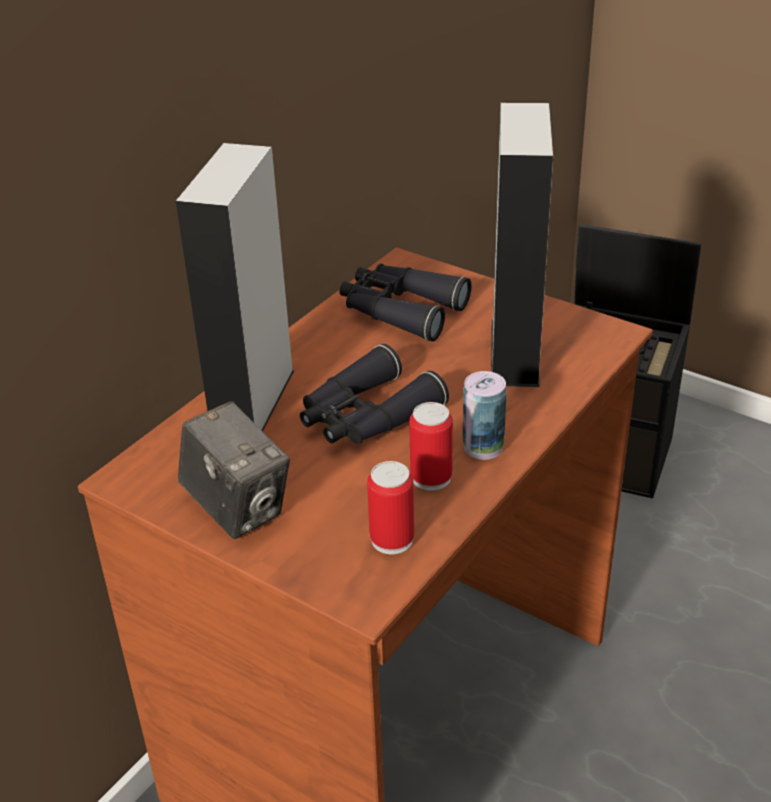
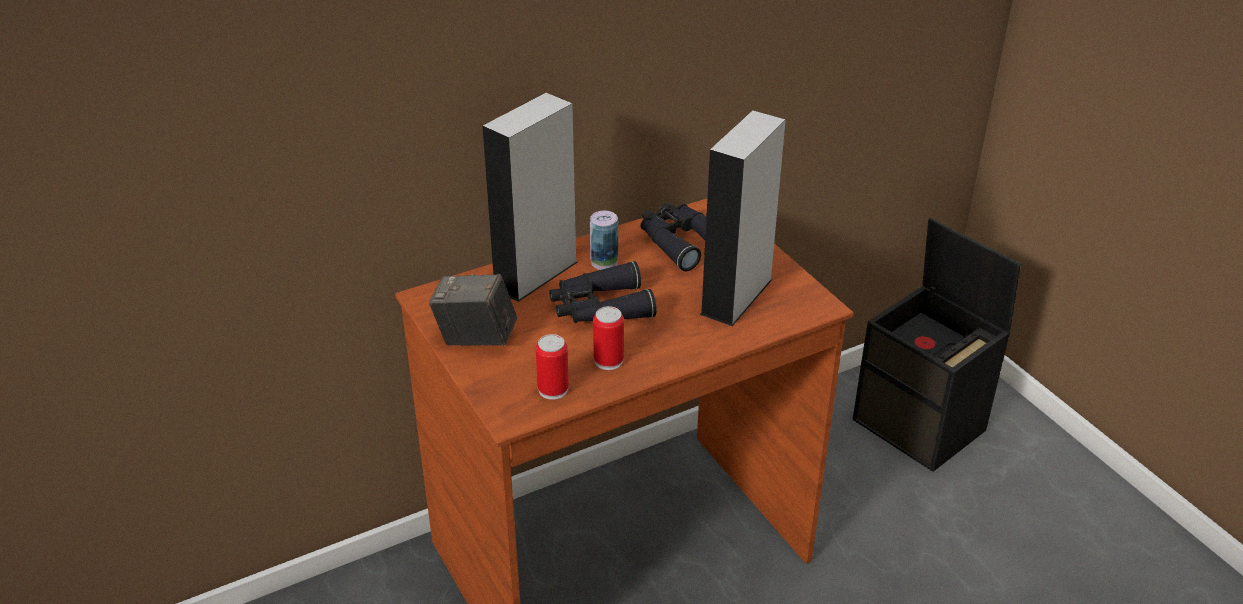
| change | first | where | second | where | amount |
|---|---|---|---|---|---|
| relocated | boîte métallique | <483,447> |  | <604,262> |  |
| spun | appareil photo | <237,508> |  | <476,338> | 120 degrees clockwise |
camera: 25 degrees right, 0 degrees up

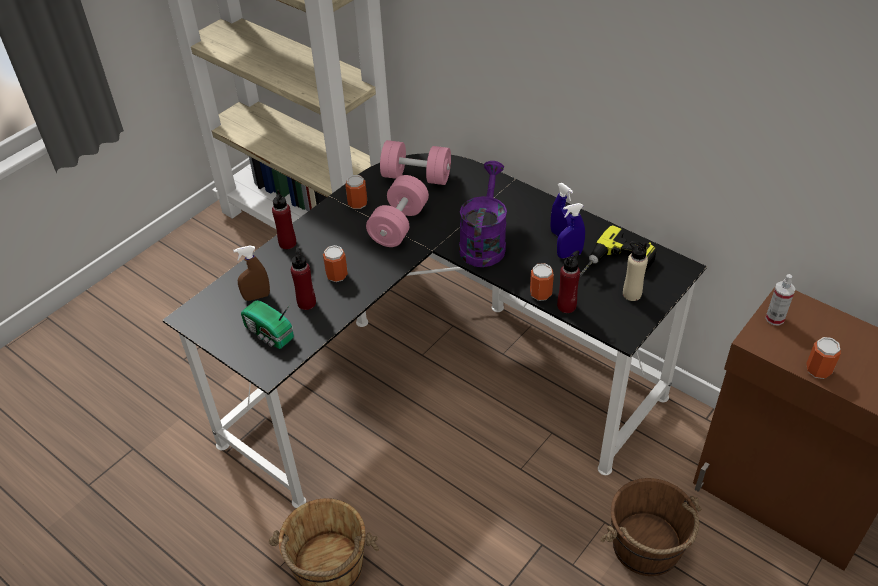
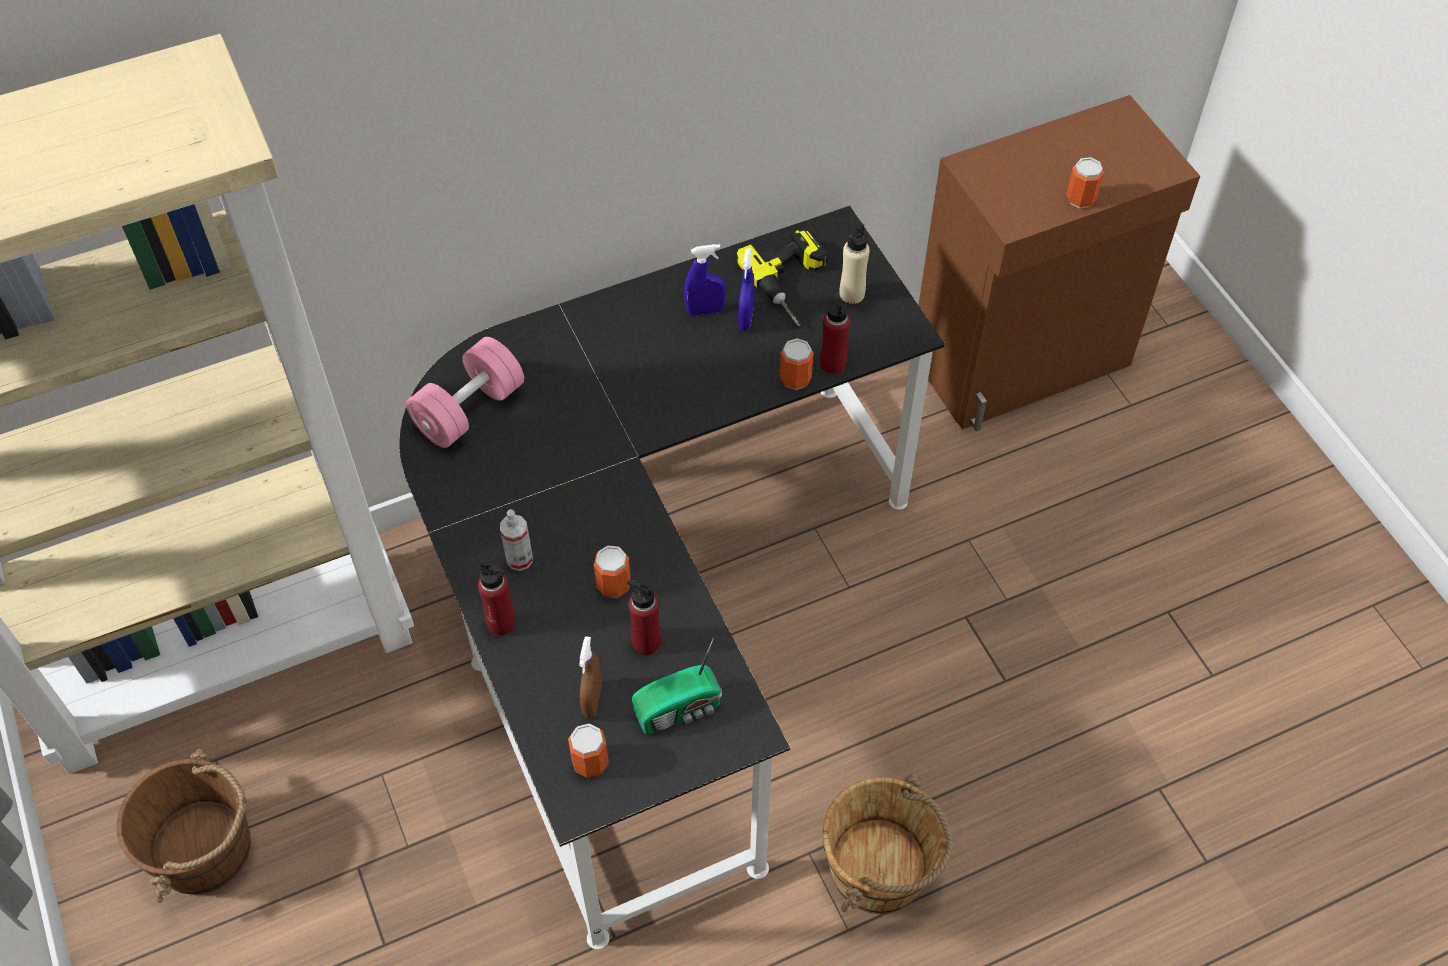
| change | first | where | second | where | amount |
|---|---|---|---|---|---|
| missing | haltère [rose] | <399,225> |  |  |  |
| missing | arrosoir [violet] | <483,243> |  |  |  |
| relocated | boîte métallique | <357,203> |  | <590,762> |  |
| relocated | seau [marron] | <646,547> |  | <205,849> |  |
| relocated | vaporisateur | <775,318> |  | <519,559> |  |
camera: 65 degrees left, 10 degrees up

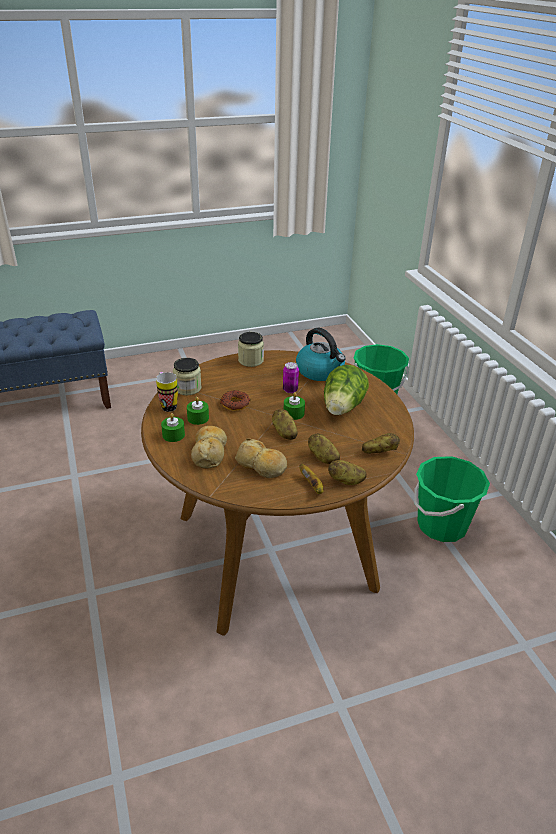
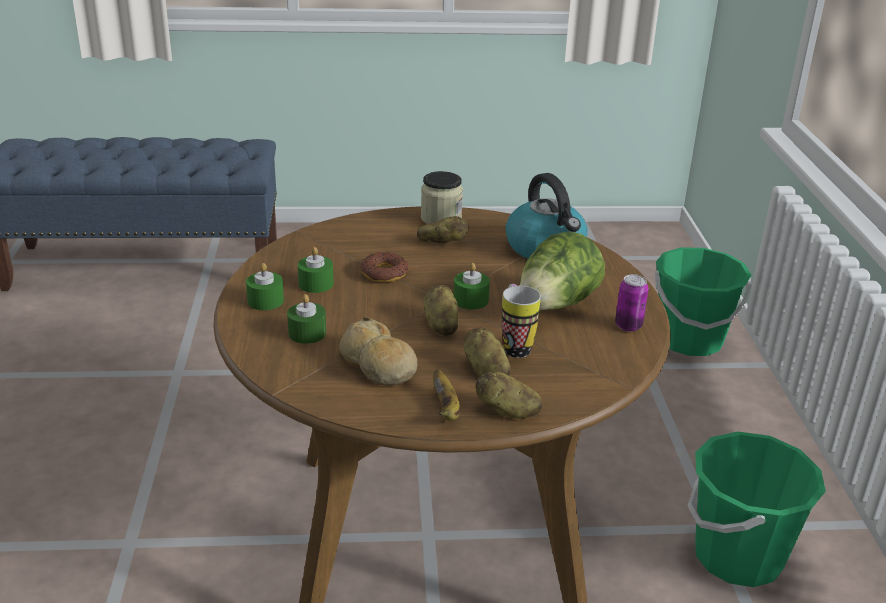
| change | first | where | second | where | amount |
|---|---|---|---|---|---|
| missing | bocal | <188,388> |  |  |  |
| relocated | mug | <167,405> |  | <514,345> |  |
| relocated | boîte métallique | <290,390> |  | <628,326> |  |
| relocated | pomme de terre | <379,452> |  | <442,243> |  |
| exchanged | pain | <209,452> | bougie [vert] | <307,333> |  |
camera: 15 degrees right, 5 degrees down

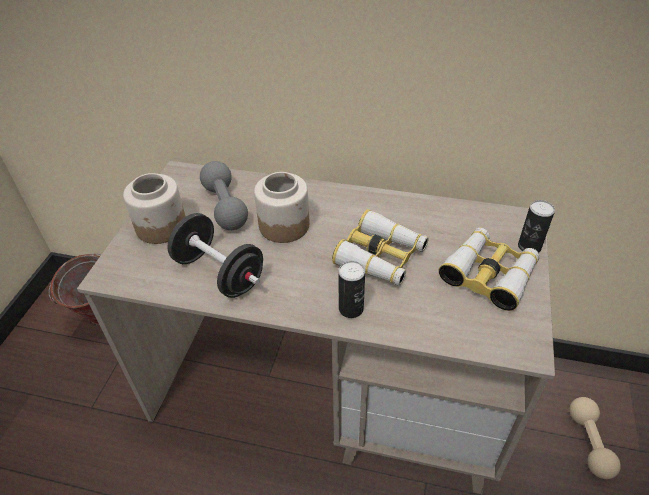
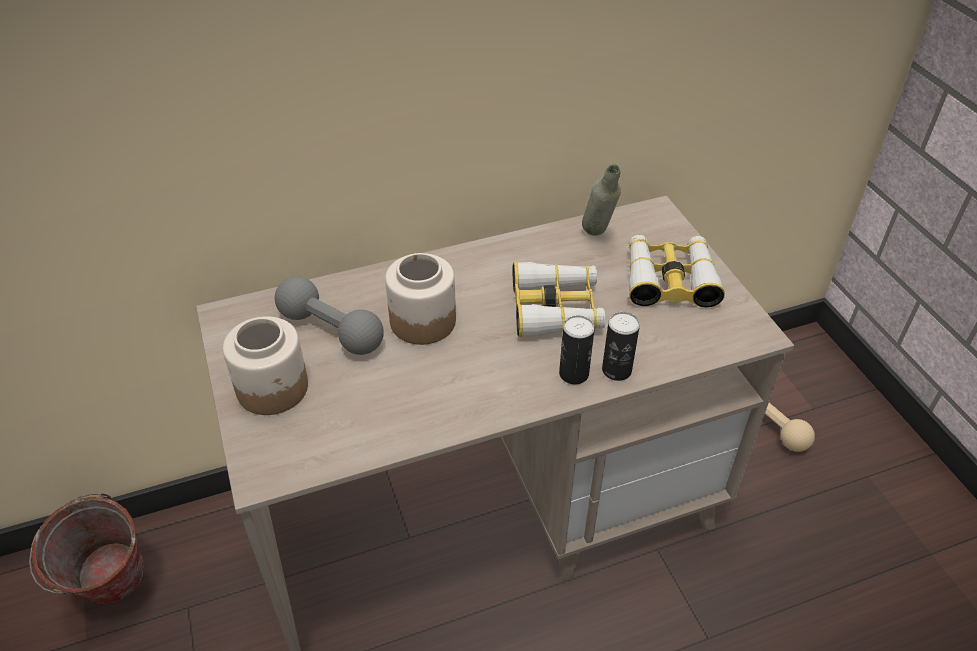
| change | first | where | second | where | amount |
|---|---|---|---|---|---|
| missing | haltère [noir] | <219,273> |  |  |  |
| appeared |  |  | bouteille [gris] | <598,237> |  |
| relocated | boîte métallique | <529,246> |  | <616,370> |  |
camera: 35 degrees left, 0 degrees up

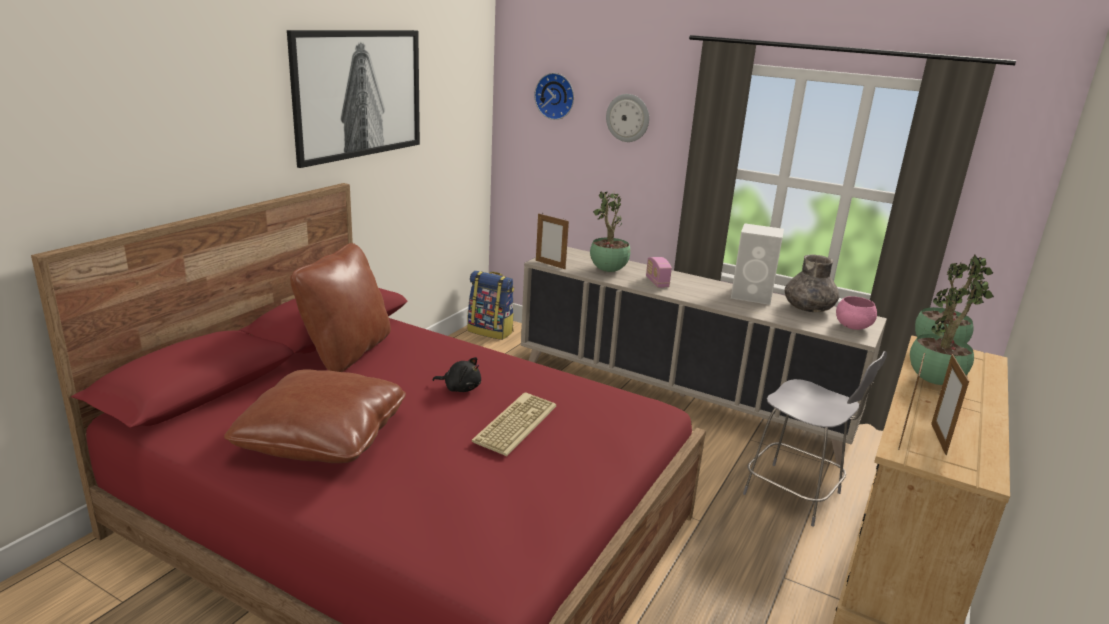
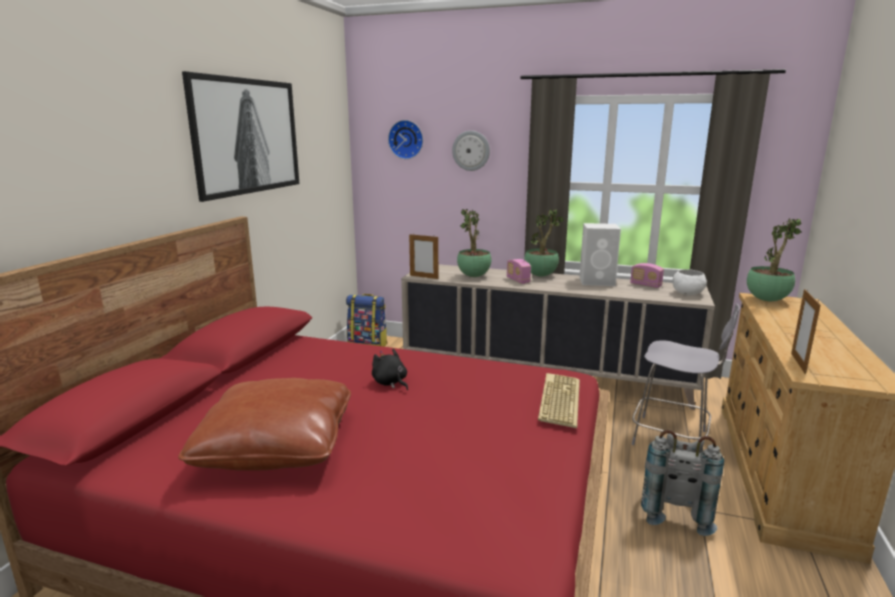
| change | first | where | second | where | amount |
|---|---|---|---|---|---|
| missing | coussin [marron] | <346,353> |  |  |  |
| missing | cadre photo | <938,439> |  |  |  |
| appeared |  |  | sac à dos [gris] | <673,510> |  |
| relocated | clavier | <514,423> |  | <558,400> |  |
| relocated | plante en pot | <935,381> |  | <541,275> |  |
| exchanged | vase [gris] | <808,308> | radio | <645,285> |  |
| colour | bol [rose] | <852,327> | bol [blanc] | <687,294> |  |
| spun | peluche [noir] | <460,388> |  | <390,383> | 135 degrees counterclockwise |
camera: 10 degrees left, 5 degrees down

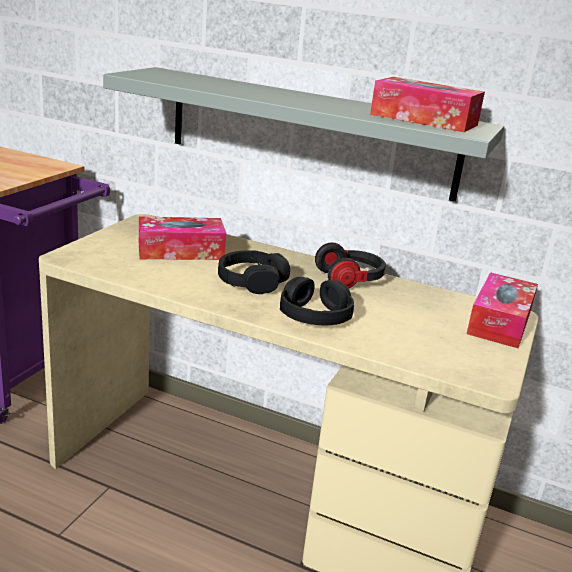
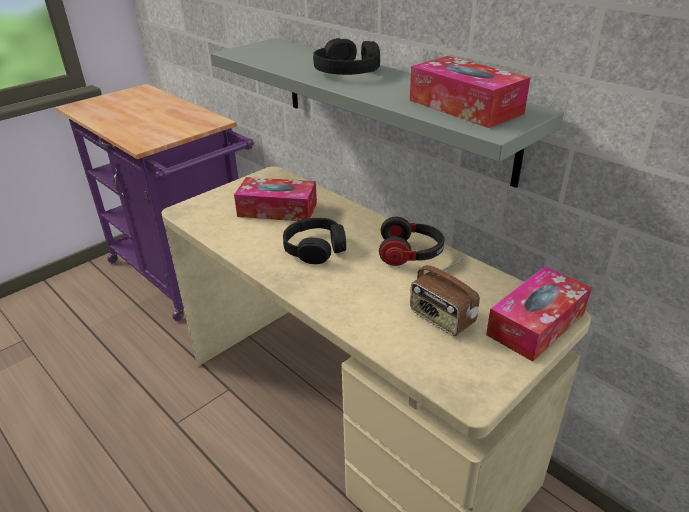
| change | first | where | second | where | amount |
|---|---|---|---|---|---|
| appeared |  |  | radio | <441,318> |  |
| relocated | casque audio [noir] | <315,315> |  | <347,72> |  |
camera: 25 degrees right, 10 degrees up

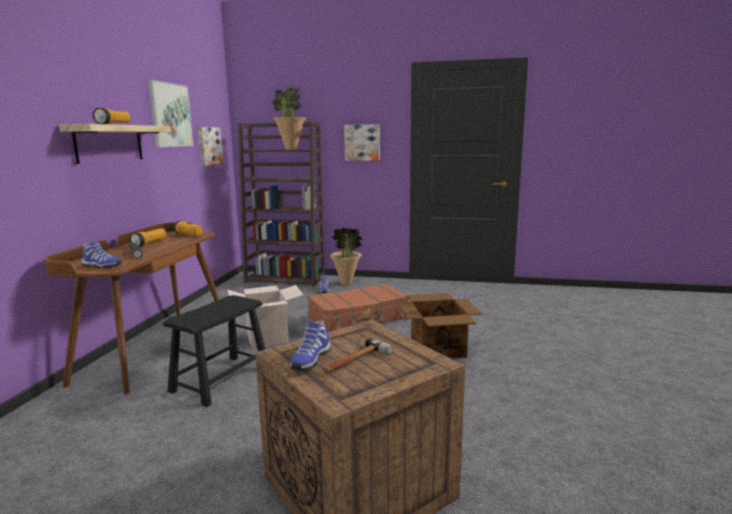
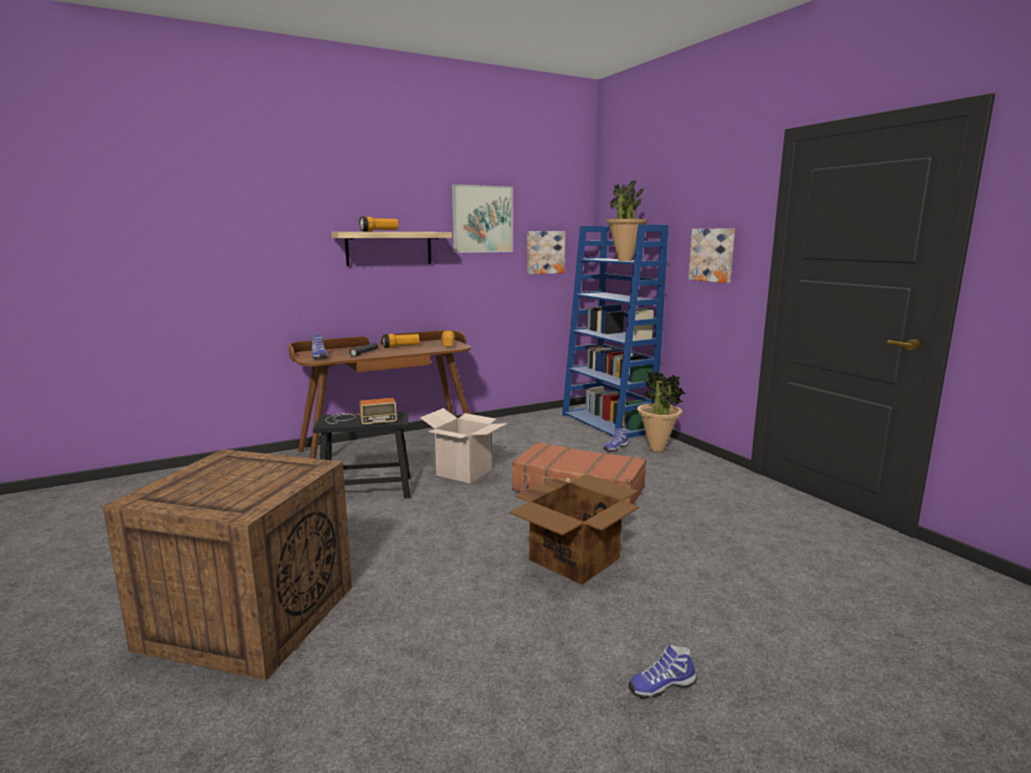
| change | first | where | second | where | amount |
|---|---|---|---|---|---|
| missing | marteau | <355,361> |  |  |  |
| appeared |  |  | radio | <359,419> |  |
| relocated | chaussure | <310,360> |  | <661,685> |  |
| colour | bibliothèque [marron] | <286,279> | bibliothèque [bleu] | <608,423> |  |
camera: 50 degrees right, 0 degrees up

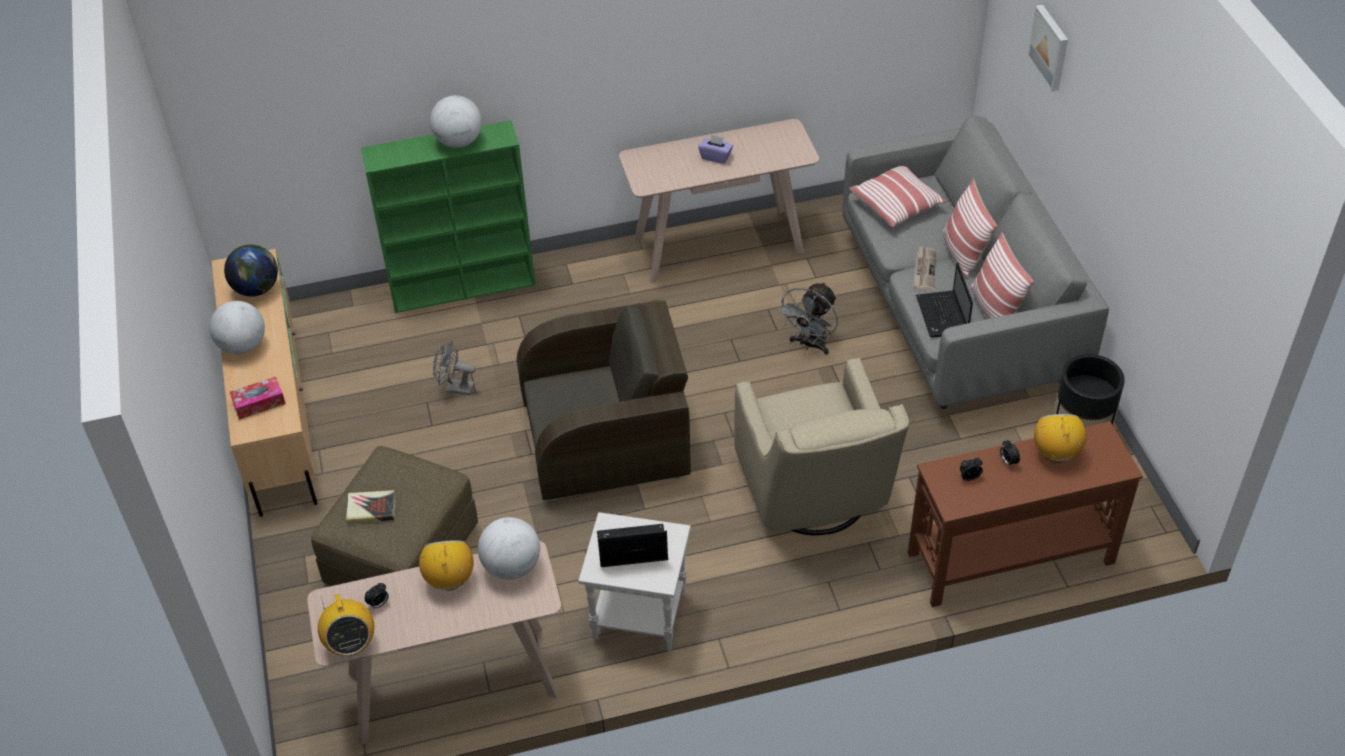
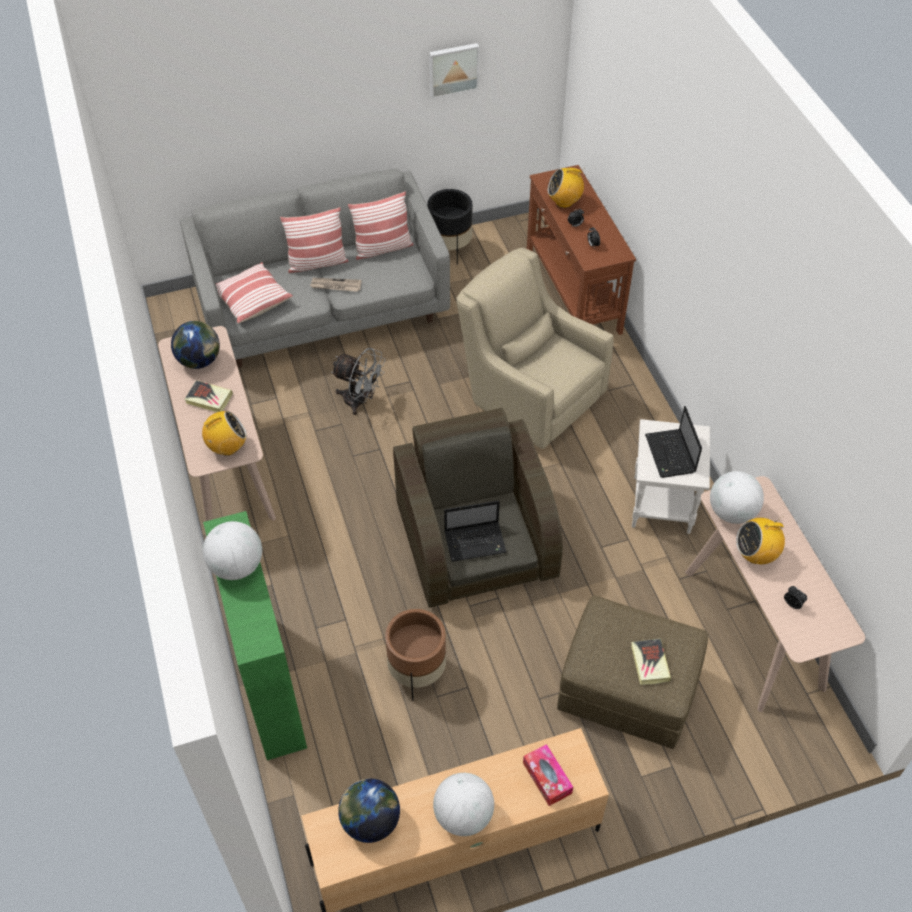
| change | first | where | second | where | amount |
|---|---|---|---|---|---|
| appeared |  |  | globe | <199,360> |  |
| relocated | radio | <350,644> |  | <227,447> |  |
| relocated | ordinateur portable | <943,316> |  | <476,542> |  |
| relocated | tableau | <1050,47> |  | <453,69> |  |
| exchanged | ventilateur [gris] | <455,388> | cache-pot [marron] | <417,673> |  |
| exchanged | boîte à mouchoirs [violet] | <716,156> | livre | <209,399> |  |
| spun | fauteuil [beige] | <815,497> |  | <528,397> | 120 degrees counterclockwise |
camera: 95 degrees left, 5 degrees up

